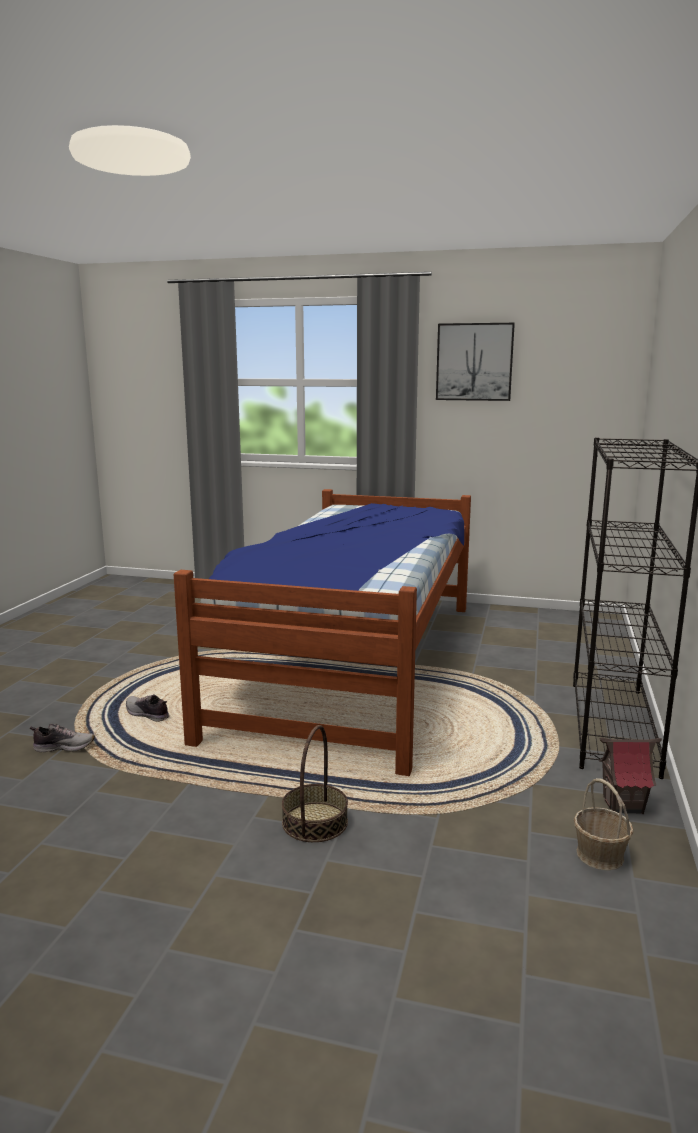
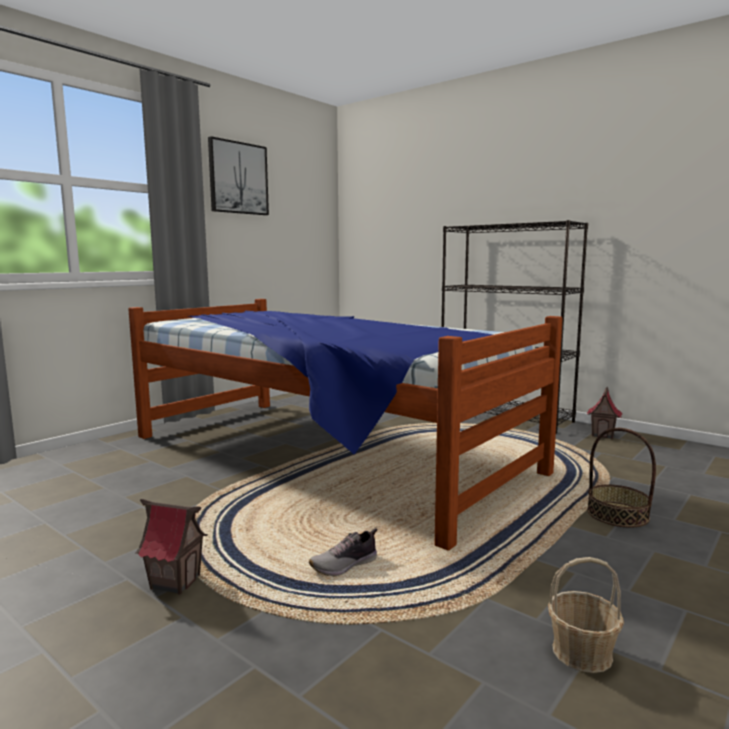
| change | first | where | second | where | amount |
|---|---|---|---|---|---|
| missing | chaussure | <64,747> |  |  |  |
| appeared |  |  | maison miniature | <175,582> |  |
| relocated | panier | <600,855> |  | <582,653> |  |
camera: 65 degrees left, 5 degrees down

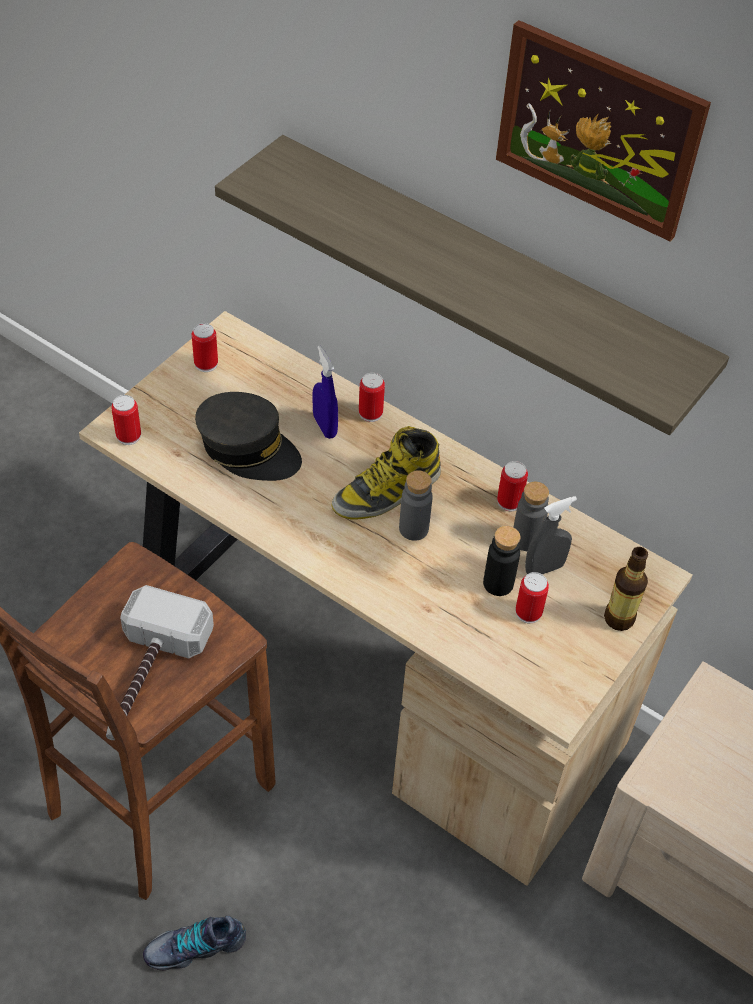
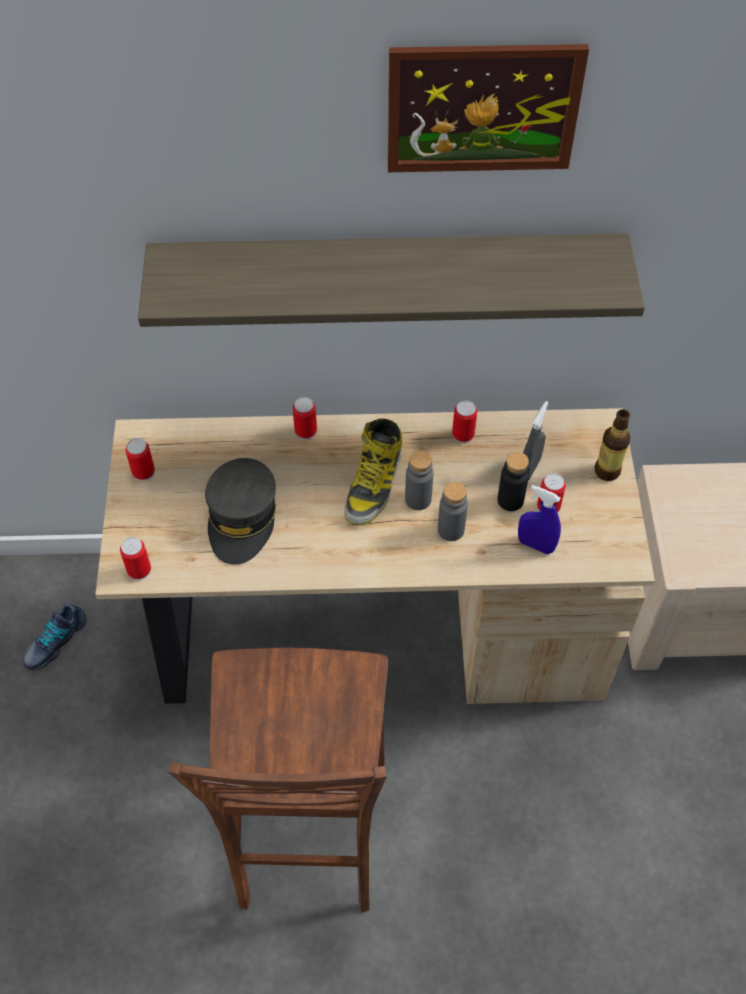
| change | first | where | second | where | amount |
|---|---|---|---|---|---|
| missing | marteau | <147,678> |  |  |  |
| relocated | chaussure | <195,946> |  | <55,641> |  |
| relocated | vaporisateur [bleu] | <324,426> |  | <535,545> |  |
| relocated | bouteille [gris] | <526,539> |  | <451,530> |  |
| spun | casquette [gris] | <248,448> |  | <242,518> | 105 degrees clockwise |
camera: 35 degrees left, 5 degrees up

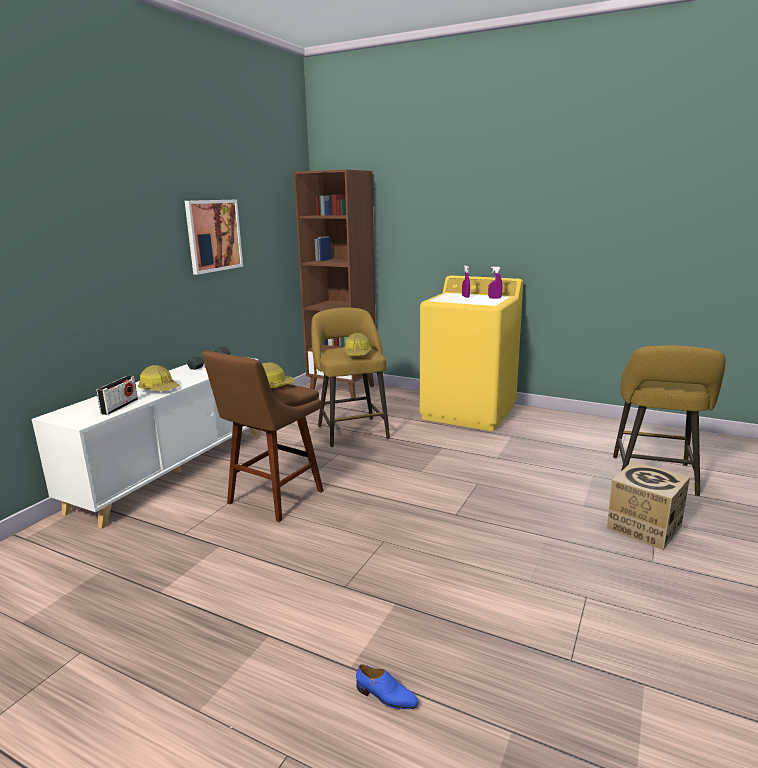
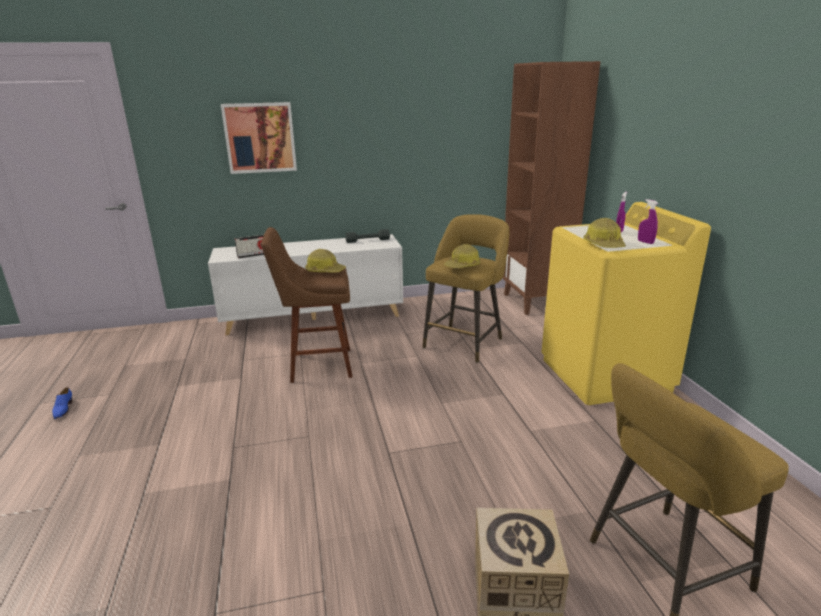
| change | first | where | second | where | amount |
|---|---|---|---|---|---|
| relocated | casque de chantier | <159,389> |  | <604,245> |  |
| relocated | tableau | <213,235> |  | <260,138> |  |
| relocated | chaussure [bleu] | <386,696> |  | <63,409> |  |
camera: 50 degrees right, 5 degrees up

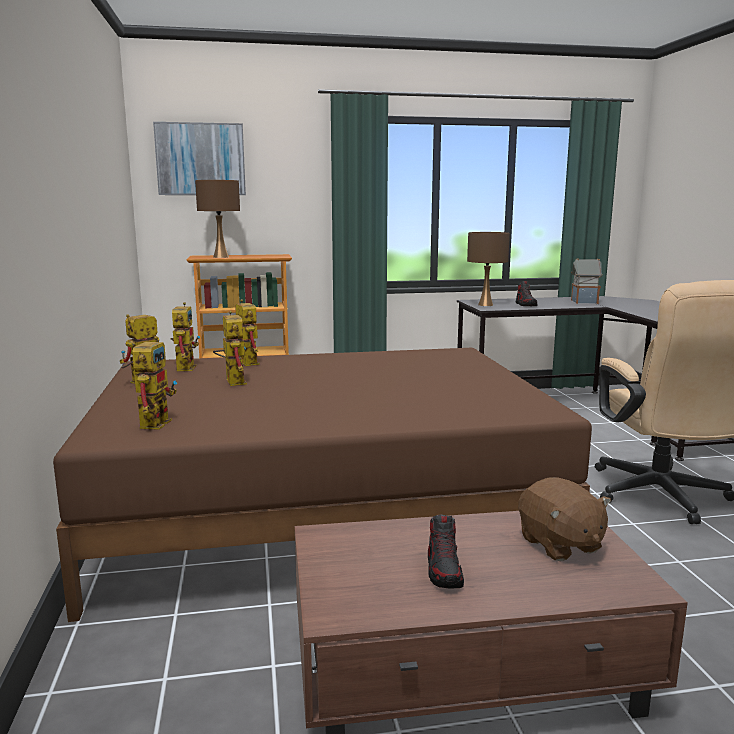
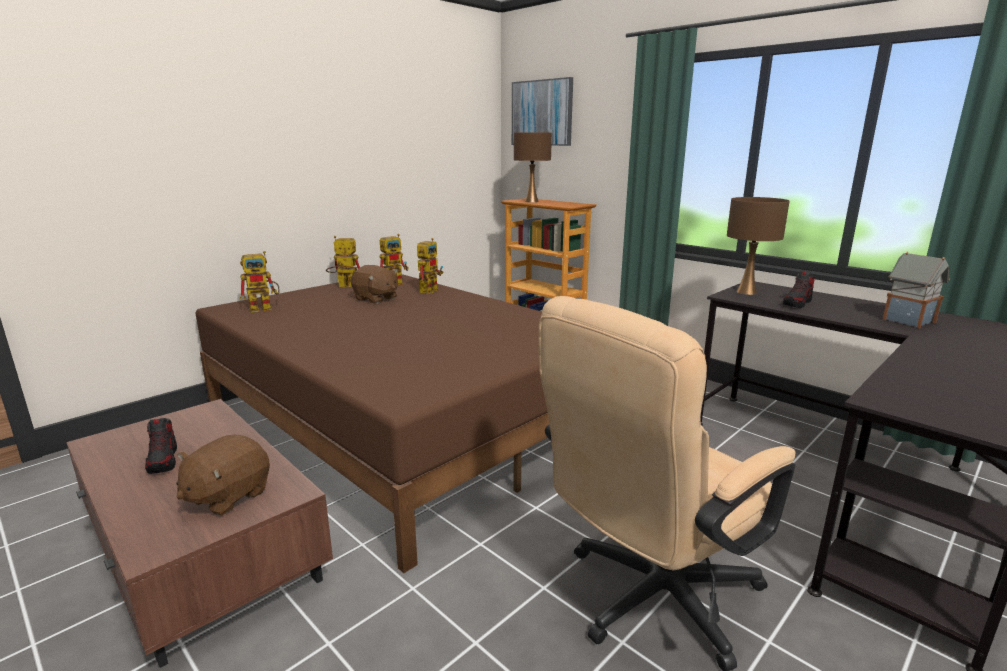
| change | first | where | second | where | amount |
|---|---|---|---|---|---|
| exchanged | robot jouet | <232,380> | peluche [marron] | <376,299> |  |
| spun | chaussure | <444,570> |  | <163,460> | 75 degrees counterclockwise |
camera: 55 degrees right, 5 degrees up

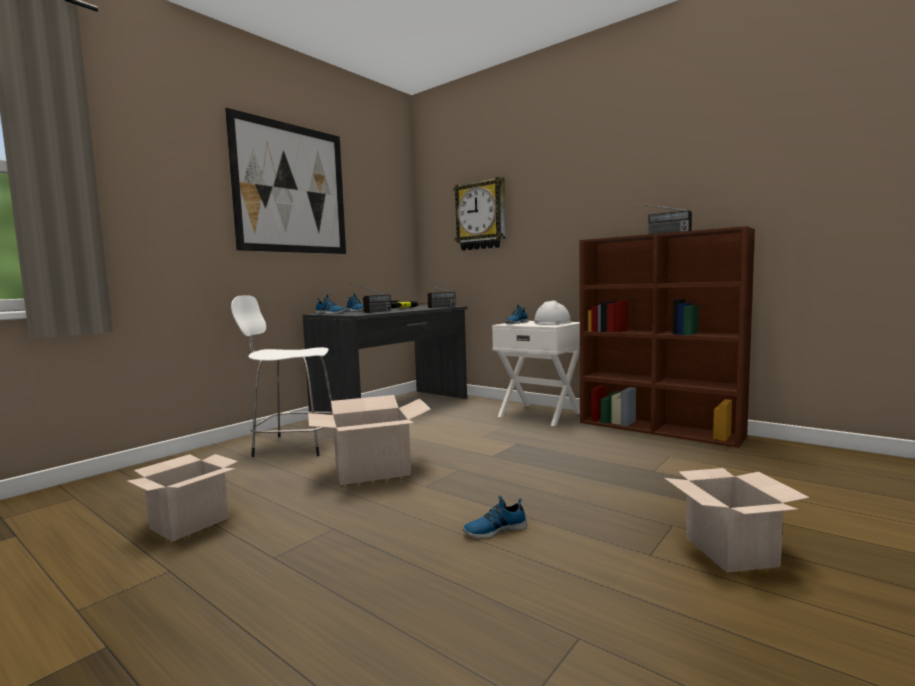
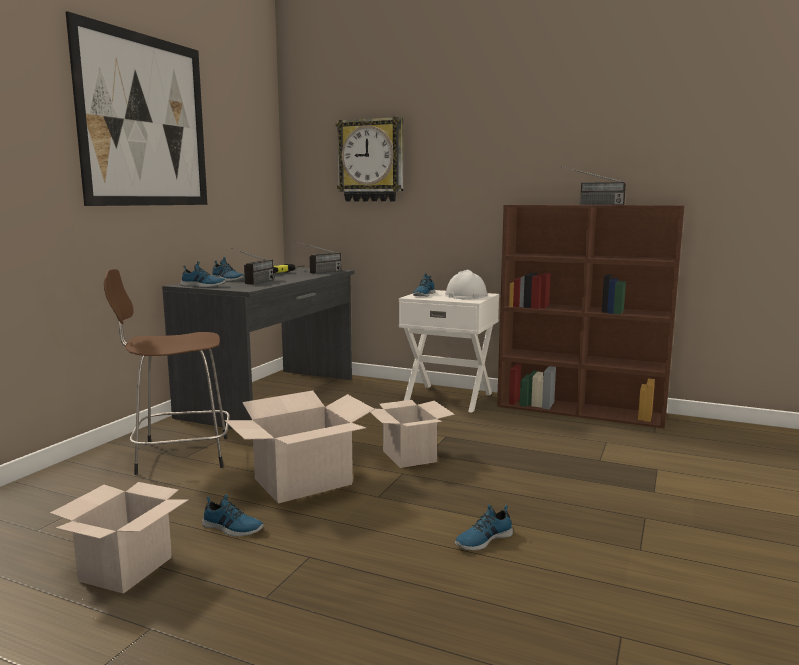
| change | first | where | second | where | amount |
|---|---|---|---|---|---|
| appeared |  |  | chaussure | <232,528> |  |
| relocated | carton | <733,552> |  | <410,456> |  |
| colour | tabouret [blanc] | <294,445> | tabouret [marron] | <179,455> |  |
camera: 15 degrees left, 5 degrees up

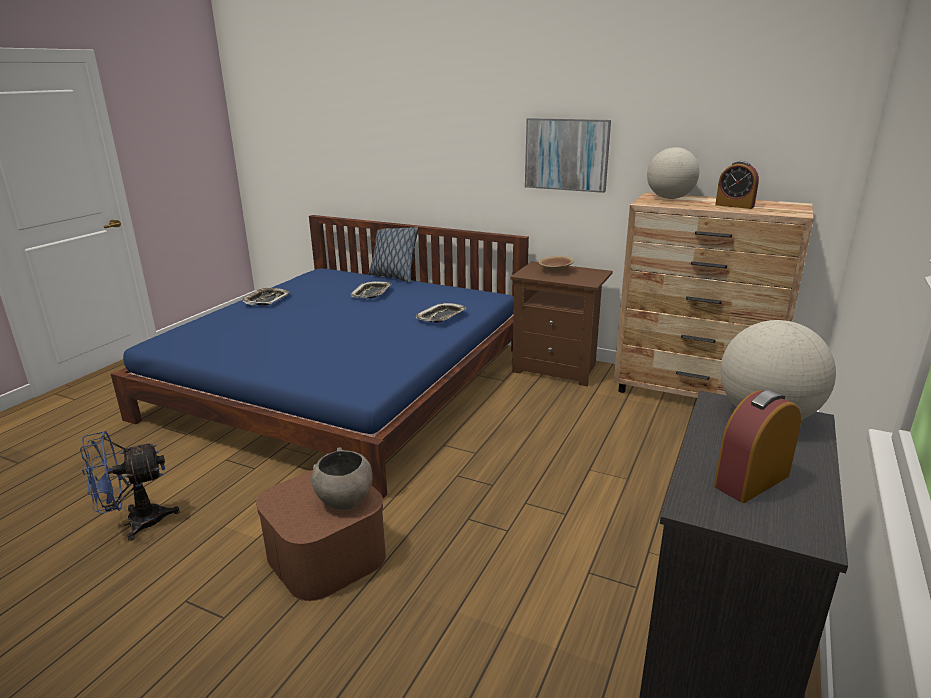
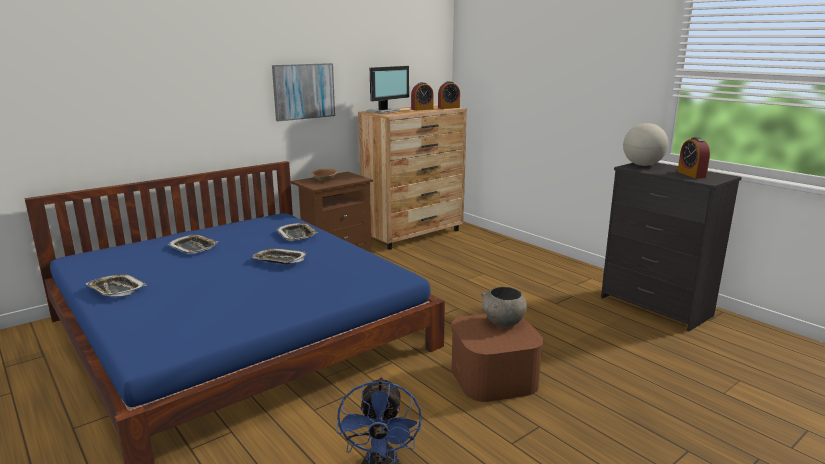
| change | first | where | second | where | amount |
|---|---|---|---|---|---|
| missing | coussin | <393,277> |  |  |  |
| appeared |  |  | plateau | <279,260> |  |
| appeared |  |  | réveil | <448,108> |  |
| exchanged | globe | <670,198> | écran d'ordinateur | <384,111> |  |
camera: 65 degrees left, 5 degrees down

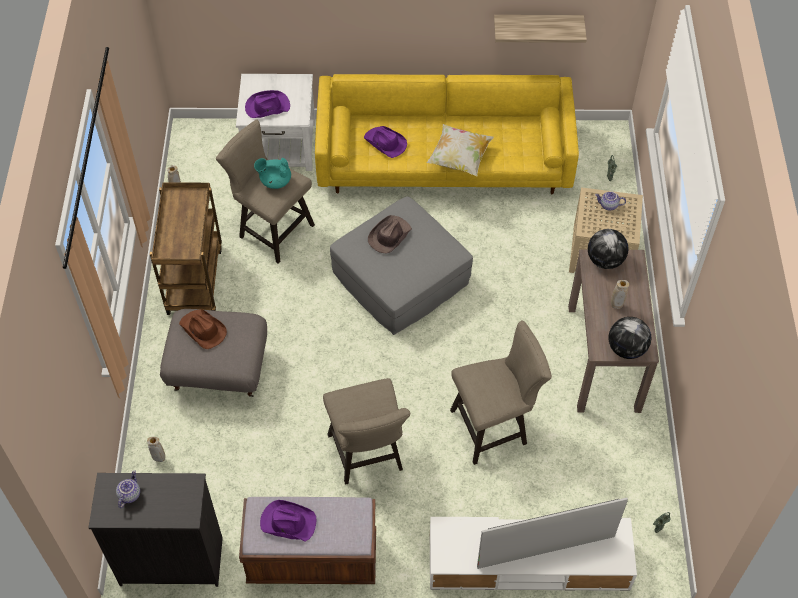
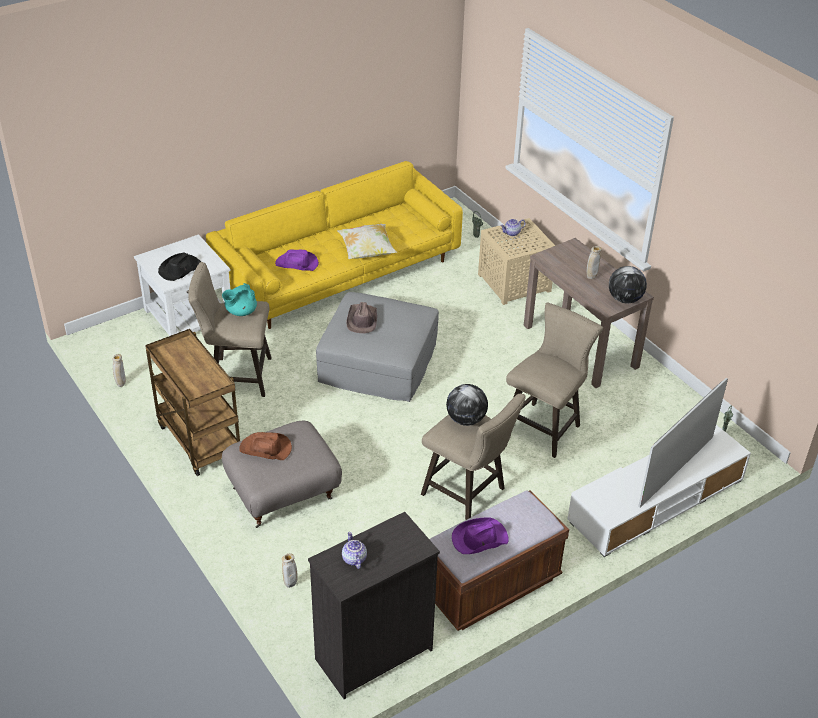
| change | first | where | second | where | amount |
|---|---|---|---|---|---|
| missing | étagère | <537,25> |  |  |  |
| relocated | globe | <605,261> |  | <466,420> |  |
| colour | chapeau [violet] | <267,107> | chapeau [noir] | <180,269> |  |
camera: 35 degrees left, 15 degrees down

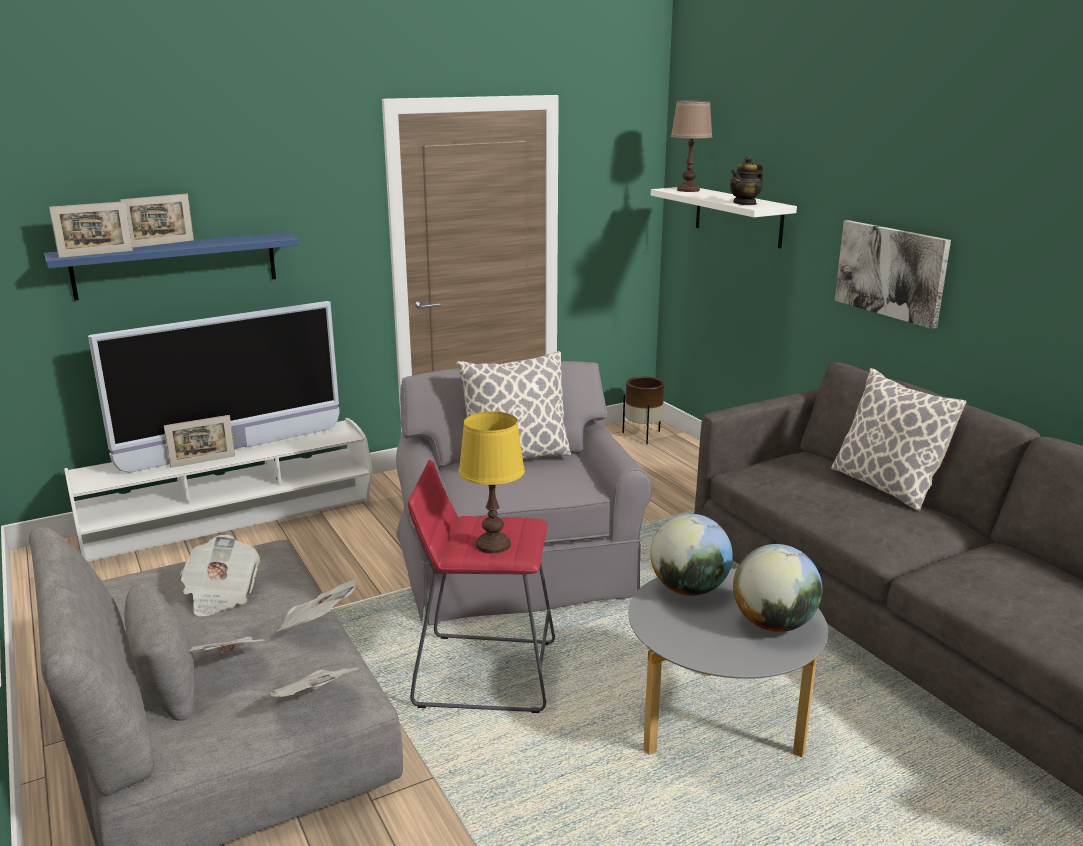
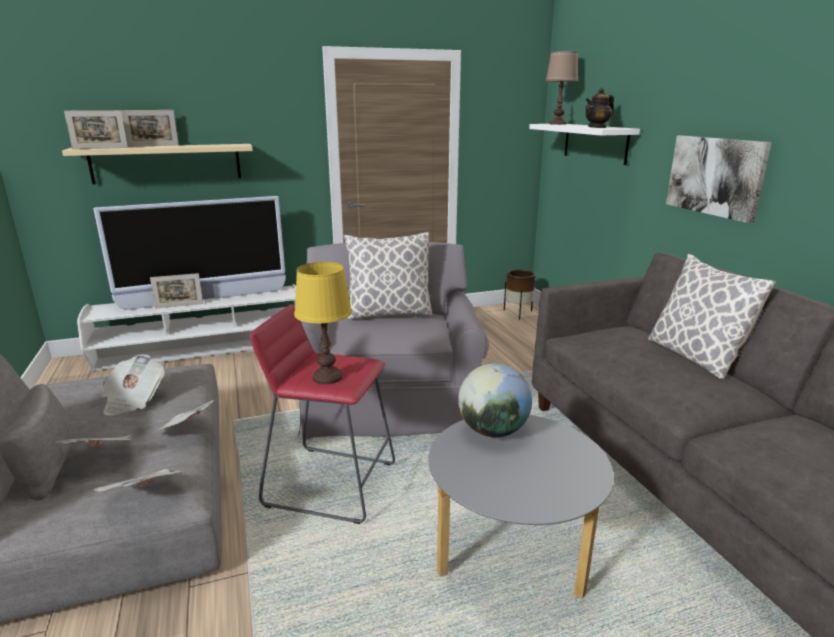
| change | first | where | second | where | amount |
|---|---|---|---|---|---|
| missing | globe | <773,624> |  |  |  |
| colour | étagère [bleu] | <176,265> | étagère [beige] | <166,163> |  |
camera: 10 degrees right, 0 degrees up

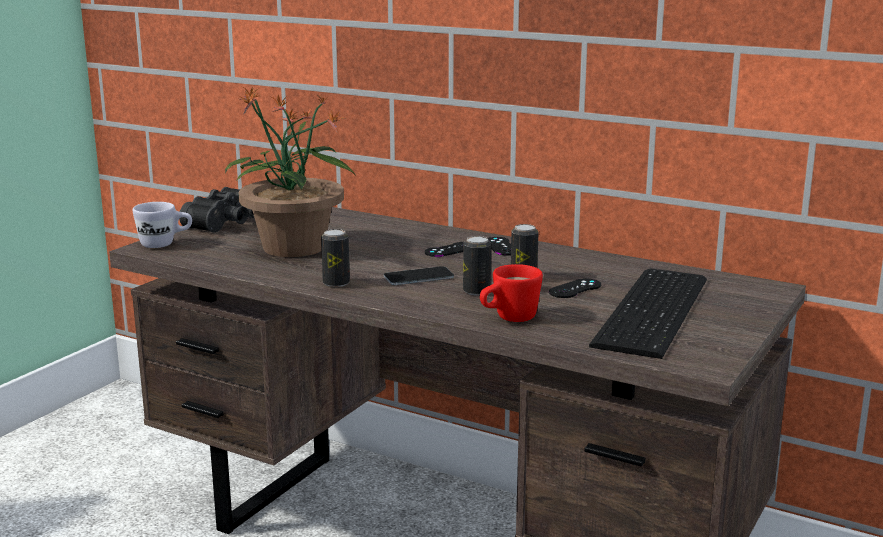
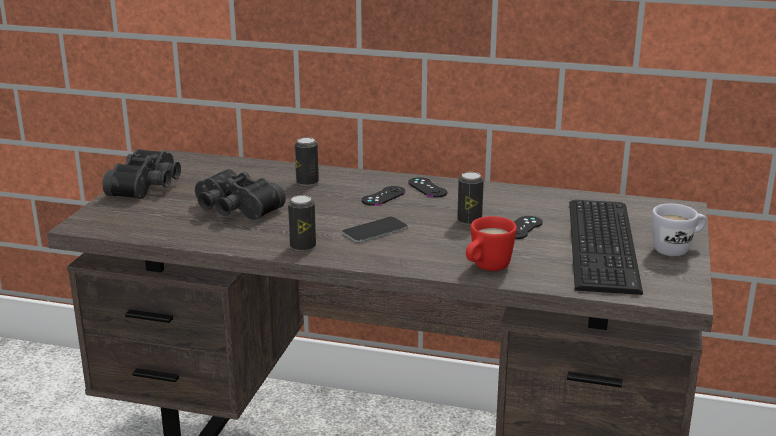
| change | first | where | second | where | amount |
|---|---|---|---|---|---|
| relocated | mug [blanc] | <165,244> |  | <677,249> |  |
| relocated | boîte métallique | <476,291> |  | <307,182> |  |
| exchanged | plante en pot | <294,248> | jumelles [noir] | <234,209> |  |
camera: 15 degrees left, 5 degrees up

